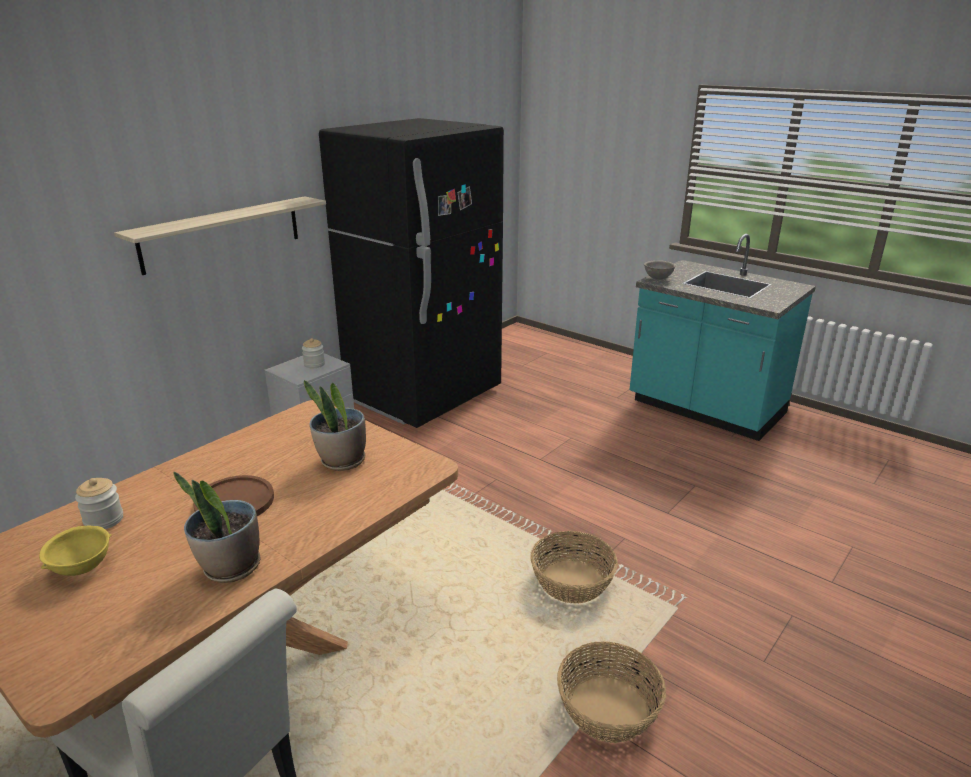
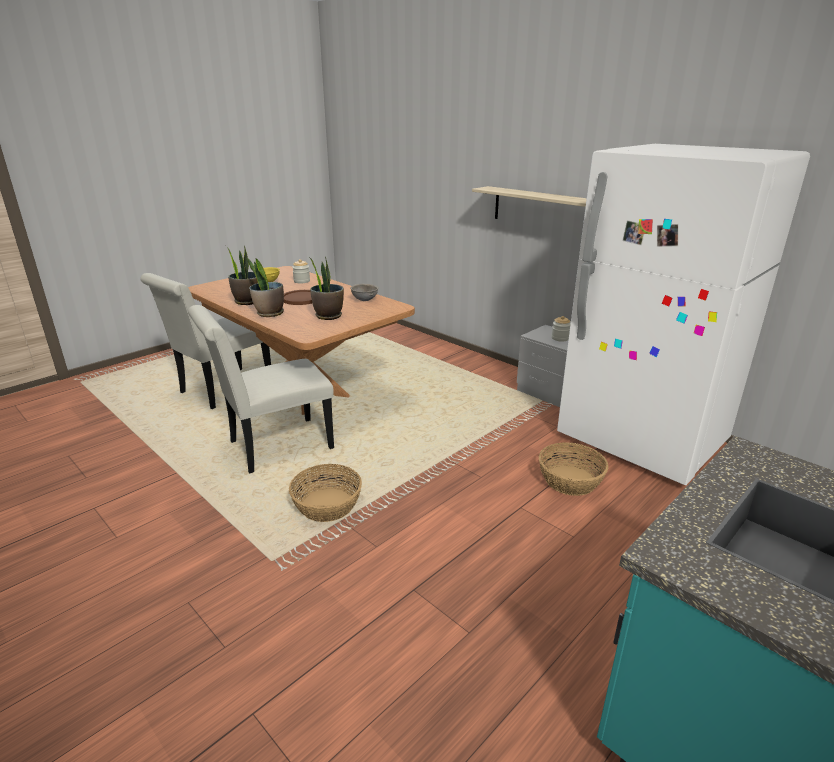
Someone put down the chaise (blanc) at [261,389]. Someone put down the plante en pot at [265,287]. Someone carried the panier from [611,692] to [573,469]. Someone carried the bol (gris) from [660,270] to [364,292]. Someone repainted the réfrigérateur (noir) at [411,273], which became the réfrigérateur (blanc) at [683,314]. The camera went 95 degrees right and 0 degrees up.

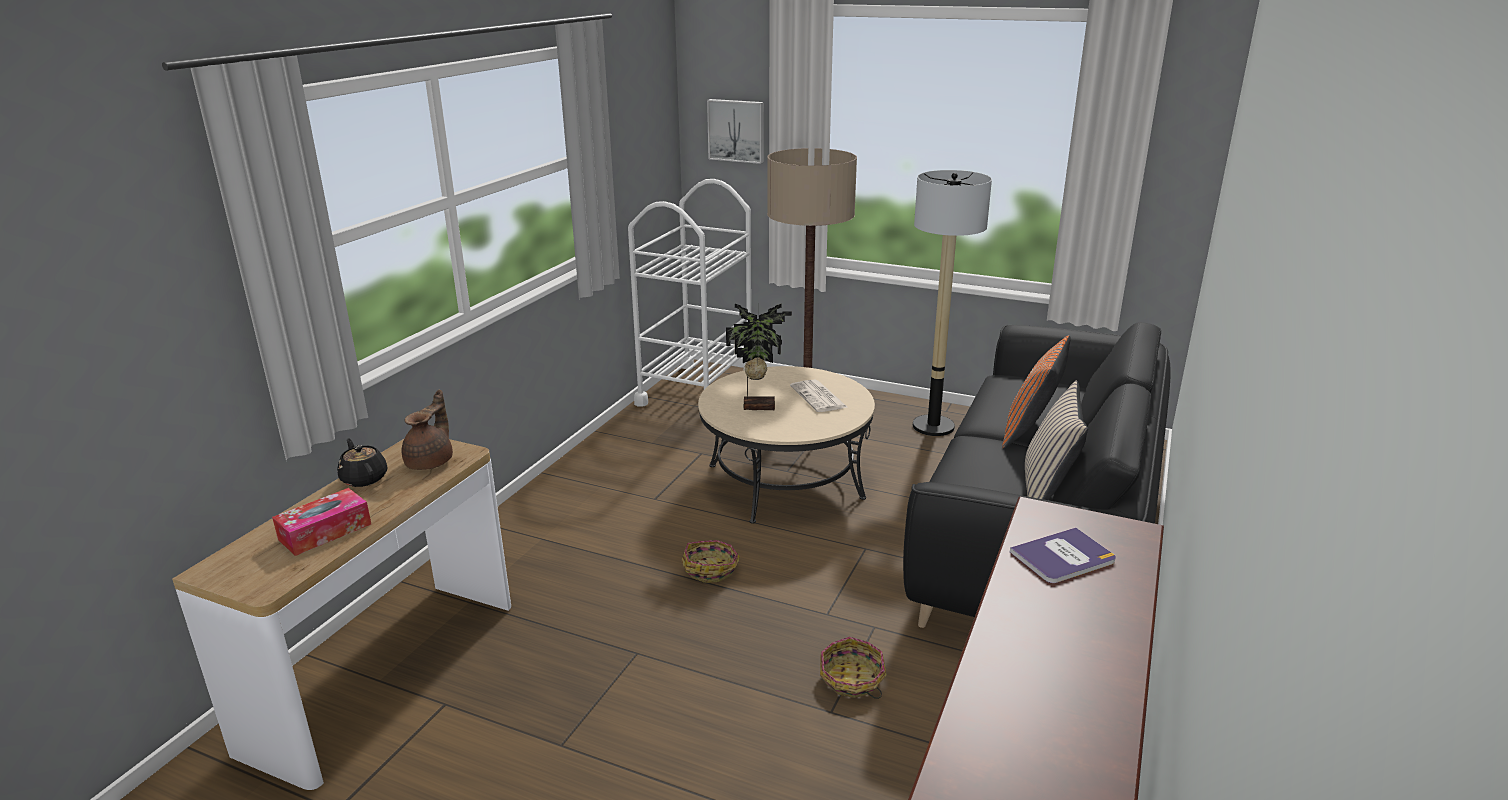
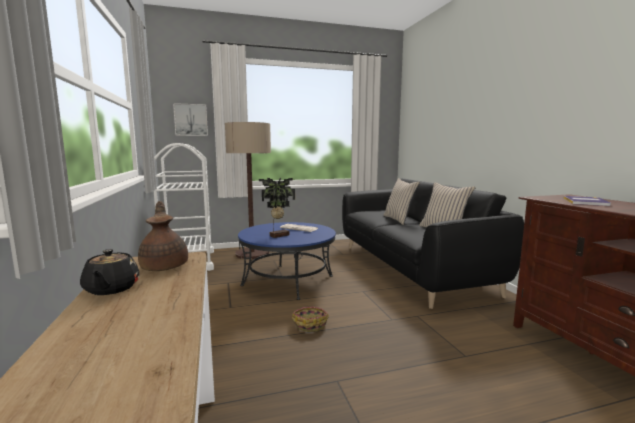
Someone took away the boîte à mouchoirs at [321,522]. Someone took away the panier at [853,668]. Someone took away the lampadaire at [952,303]. Someone repainted the table basse (beige) at [786,445], which became the table basse (bleu) at [287,261]. Someone repainted the coussin (orange) at [1036,392], which became the coussin (beige) at [402,201]. Someone rotated the théière (noir) at [362,463] by 120 degrees counterclockwise. The camera went 40 degrees left and 15 degrees down.

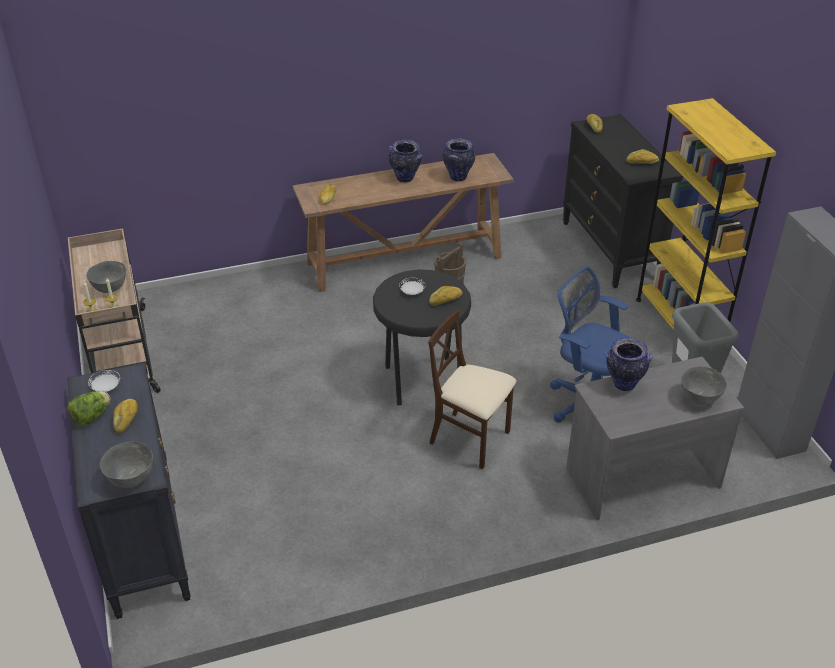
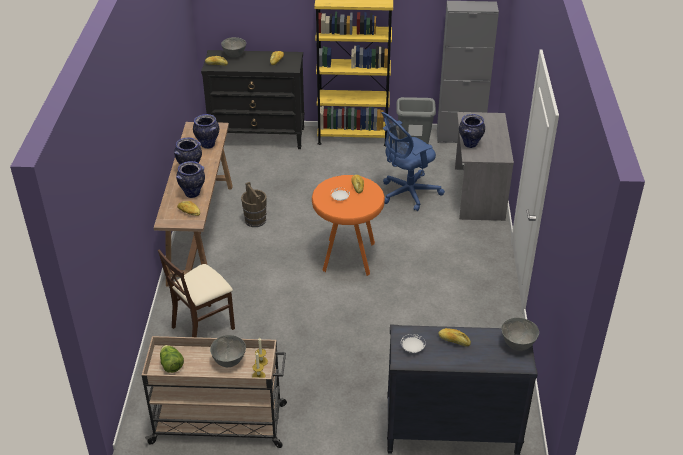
Someone put down the vase at [190,179]. Someone carried the laitue from [88,408] to [172,359]. Someone carried the chaise (beige) from [472,390] to [196,293]. Someone carried the bol (gris) from [704,386] to [233,47]. Someone repainted the tabouret (noir) at [422,337], which became the tabouret (orange) at [348,225]. The camera went 70 degrees left and 0 degrees up.

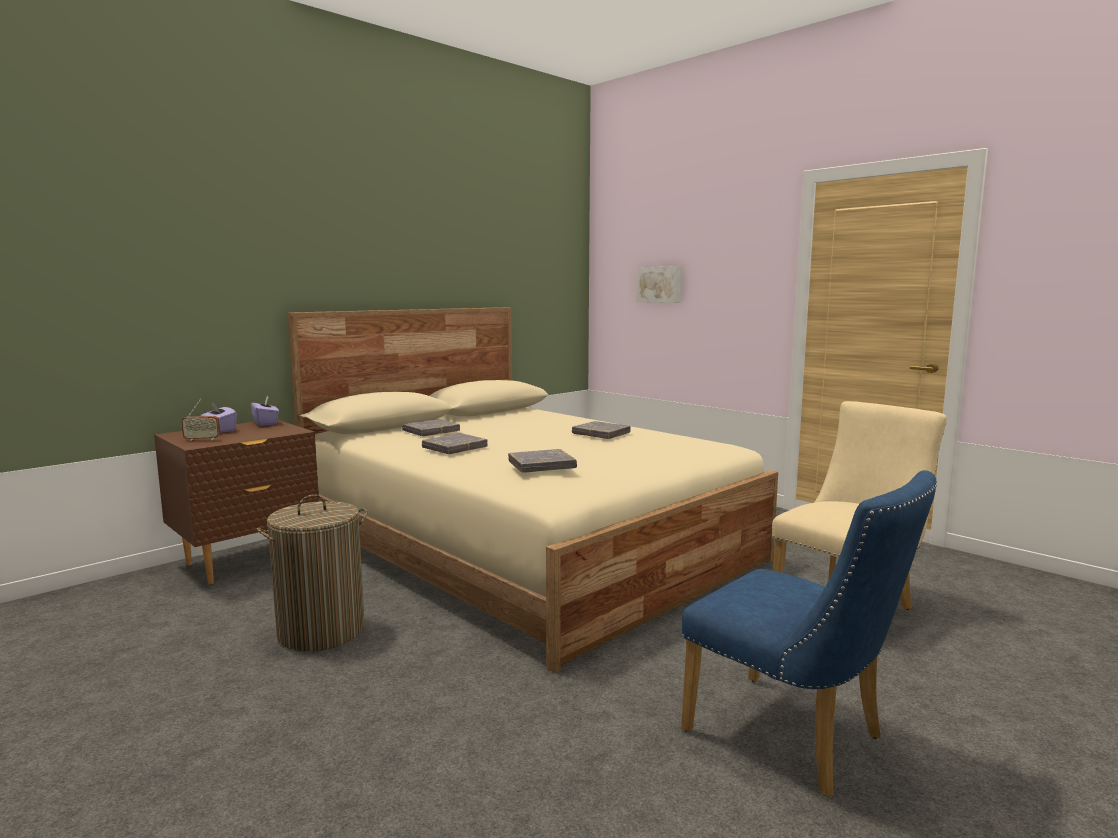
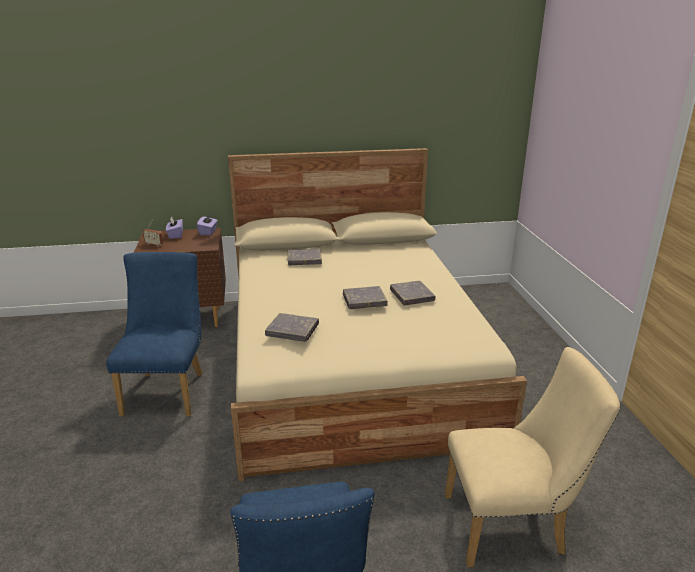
Someone took away the tableau at [659,284]. Someone carried the livre (gris) from [455,443] to [365,297]. Someone swapped the panier à linge at [312,572] for the chaise (bleu) at [154,334]. The camera went 35 degrees right and 15 degrees up.

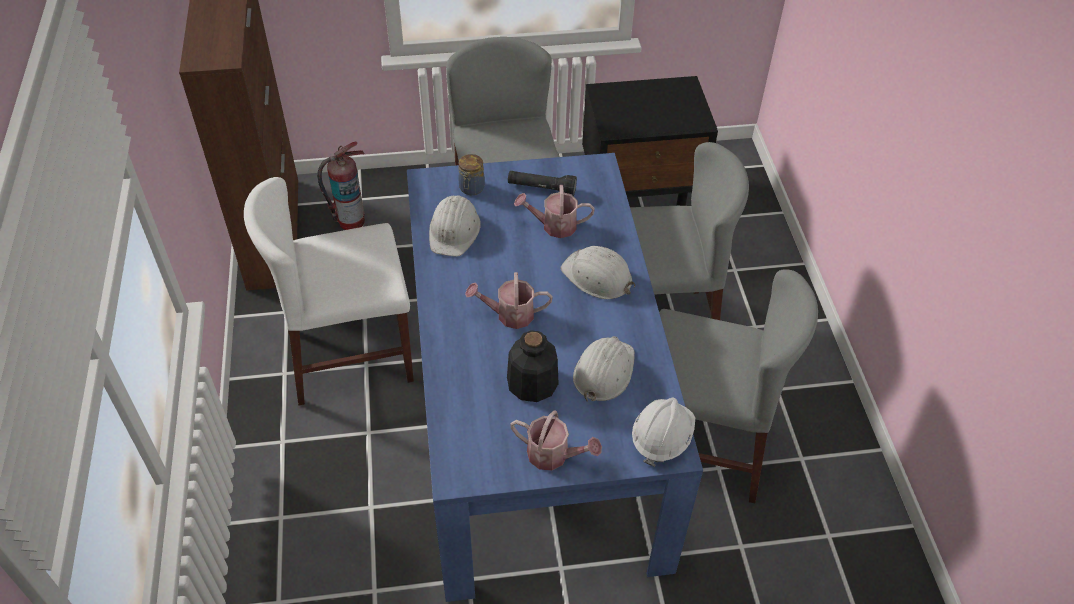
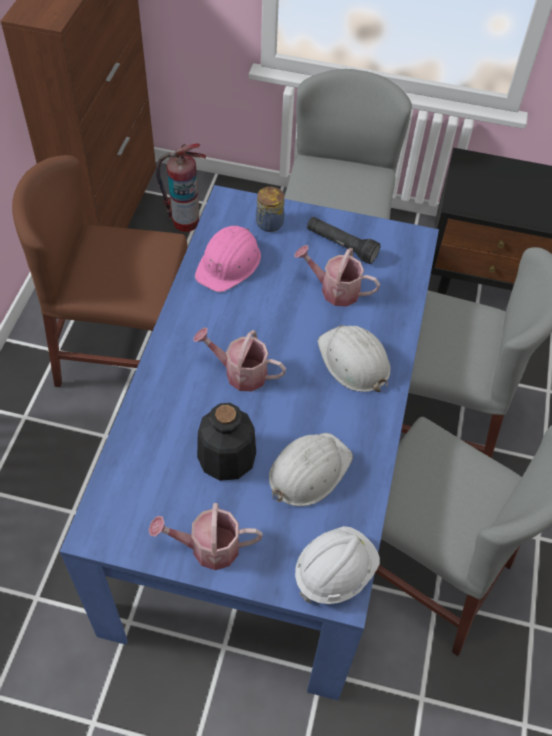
Someone repainted the chaise (blanc) at [329,291], which became the chaise (marron) at [100,271]. Someone repainted the casque de chantier (blanc) at [455,226], which became the casque de chantier (rose) at [228,259]. Someone rotated the arrosoir at [556,440] by 135 degrees clockwise. The camera went 20 degrees right and 5 degrees up.

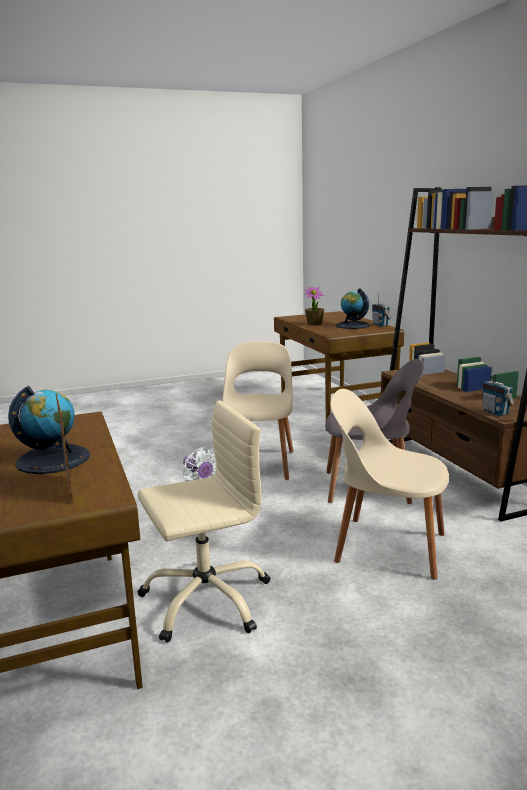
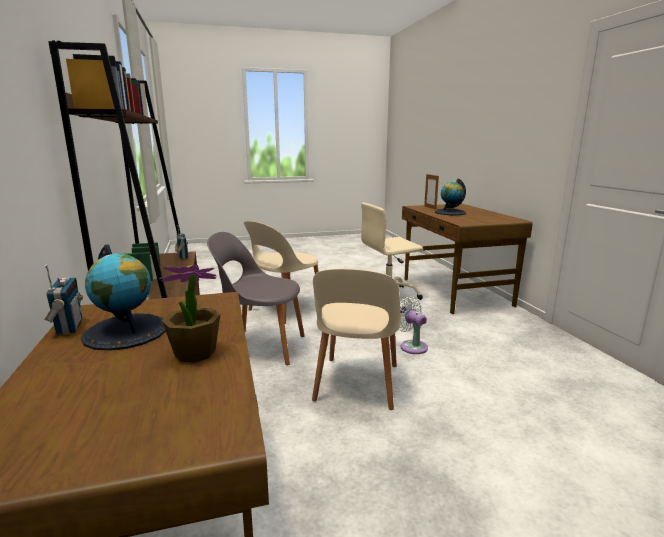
Someone rotated the chaise (beige) at [389,484] by 105 degrees clockwise. The camera went 175 degrees left and 0 degrees up.

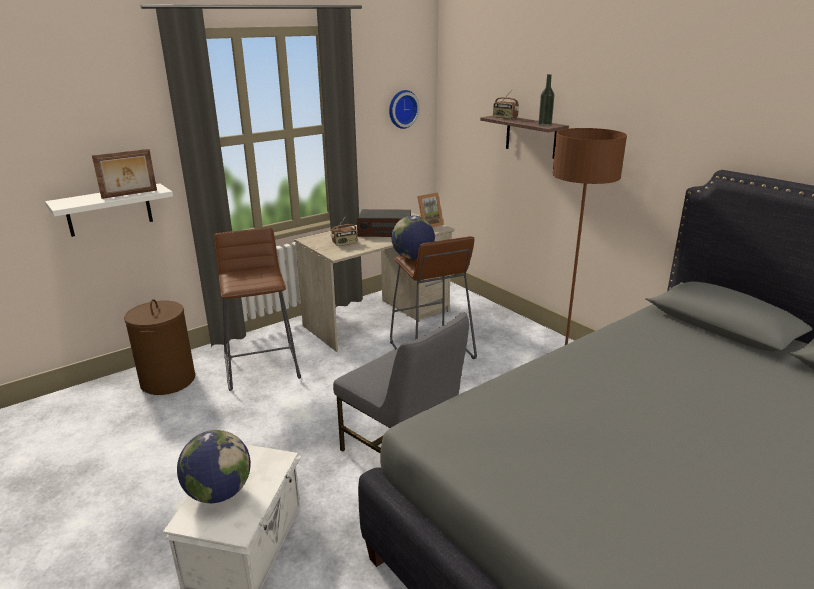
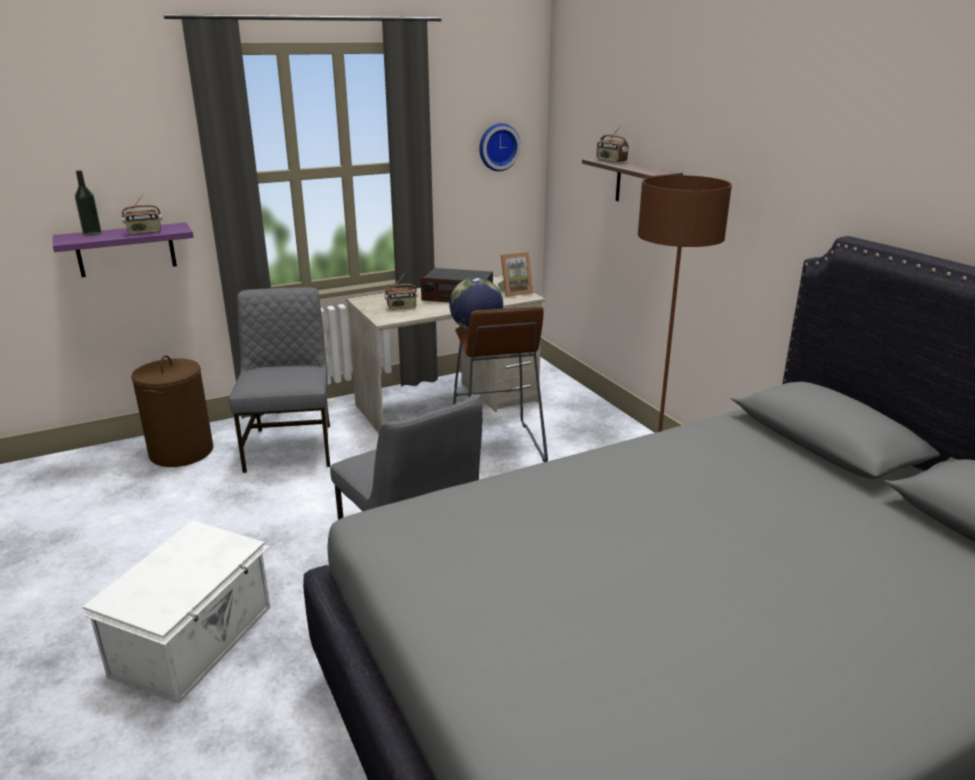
Someone took away the globe at [214,466]. Someone carried the bouteille from [546,100] to [88,203]. Someone swapped the cadre photo at [124,174] for the radio at [142,214]. Someone swapped the tabouret (marron) at [257,309] for the chaise (gris) at [279,380]. Someone repainted the étagère (blanc) at [109,210], which became the étagère (violet) at [123,249]. The camera went 10 degrees right and 0 degrees up.

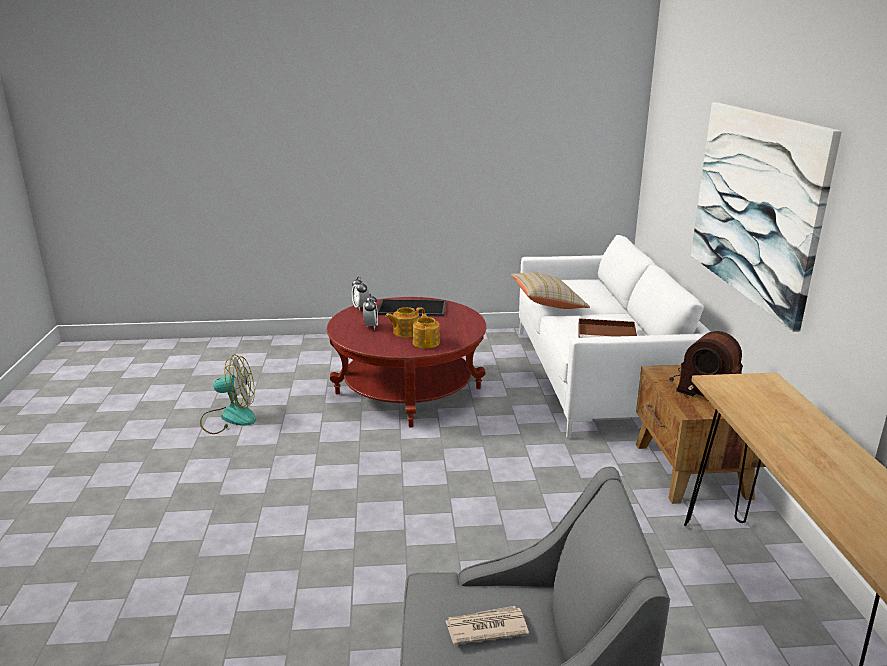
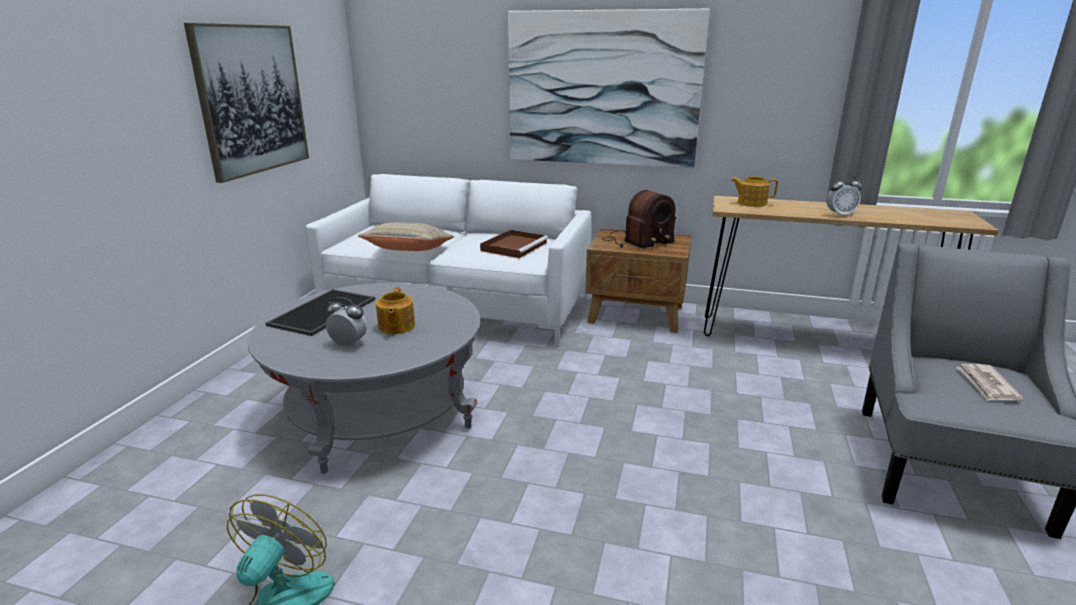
Someone put up the tableau at [246,103]. Someone carried the réveil from [360,294] to [844,195]. Someone carried the théière from [426,331] to [754,191]. Someone repainted the table basse (rouge) at [406,362], which became the table basse (gris) at [364,378]. The camera went 70 degrees left and 0 degrees up.

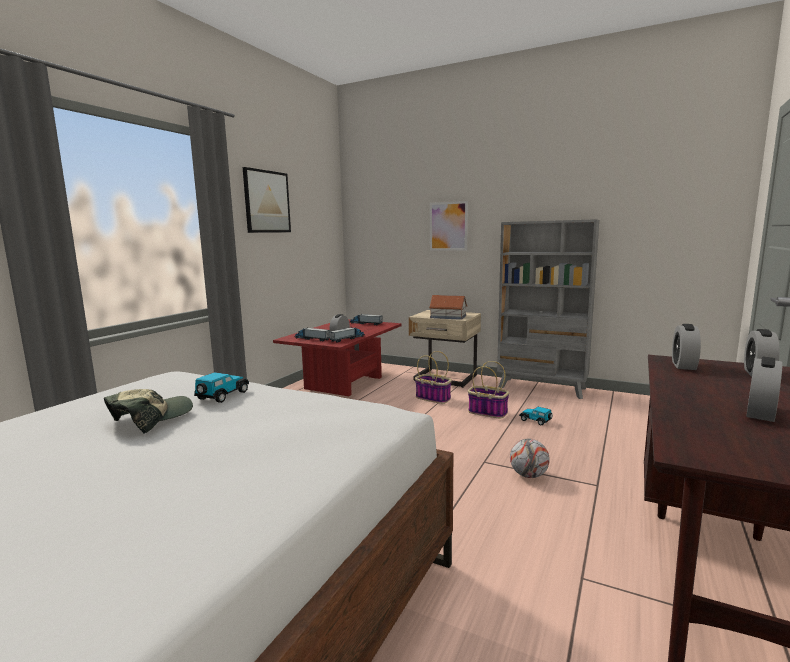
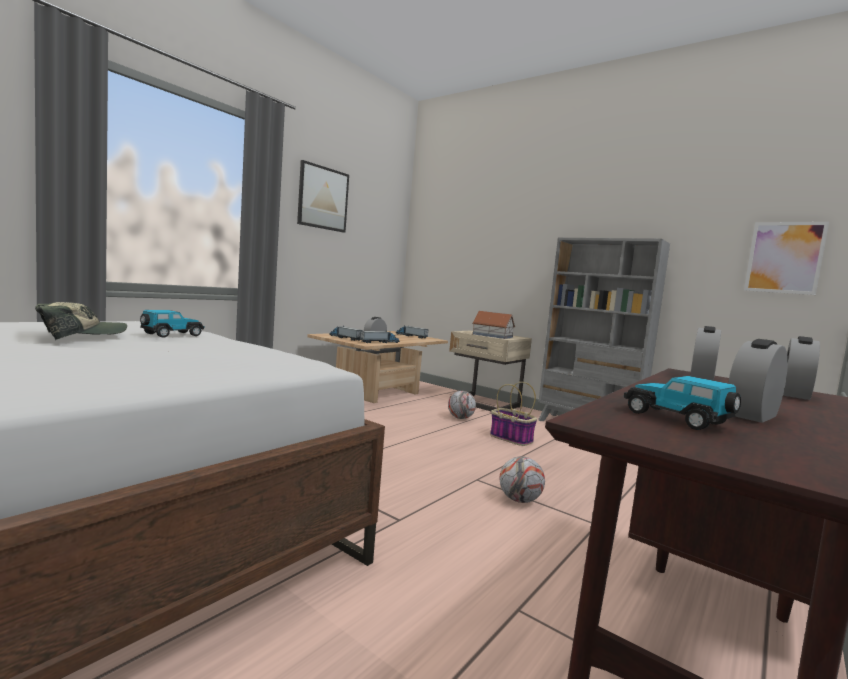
Someone carried the tableau from [449,226] to [786,258]. Someone carried the petite voiture from [536,416] to [682,403]. Someone swapped the panier at [433,377] for the ballon de foot at [462,405]. Someone repainted the table basse (rouge) at [337,357], which became the table basse (beige) at [377,367]. The camera went 10 degrees right and 5 degrees down.

